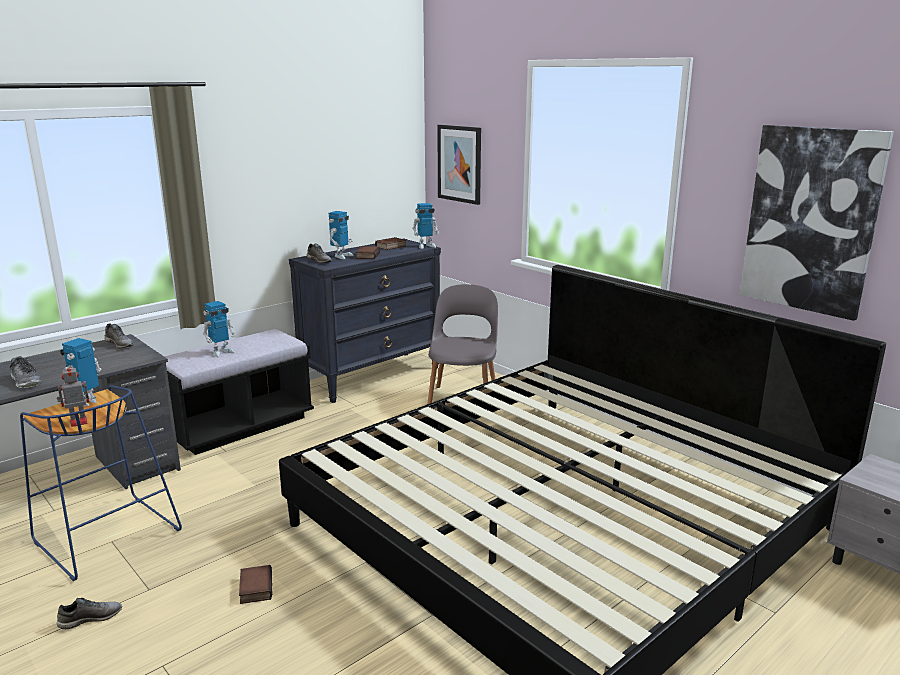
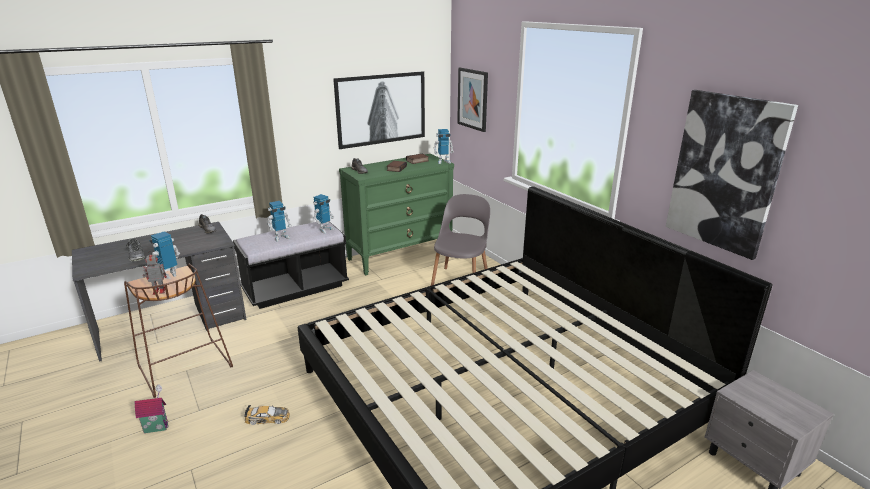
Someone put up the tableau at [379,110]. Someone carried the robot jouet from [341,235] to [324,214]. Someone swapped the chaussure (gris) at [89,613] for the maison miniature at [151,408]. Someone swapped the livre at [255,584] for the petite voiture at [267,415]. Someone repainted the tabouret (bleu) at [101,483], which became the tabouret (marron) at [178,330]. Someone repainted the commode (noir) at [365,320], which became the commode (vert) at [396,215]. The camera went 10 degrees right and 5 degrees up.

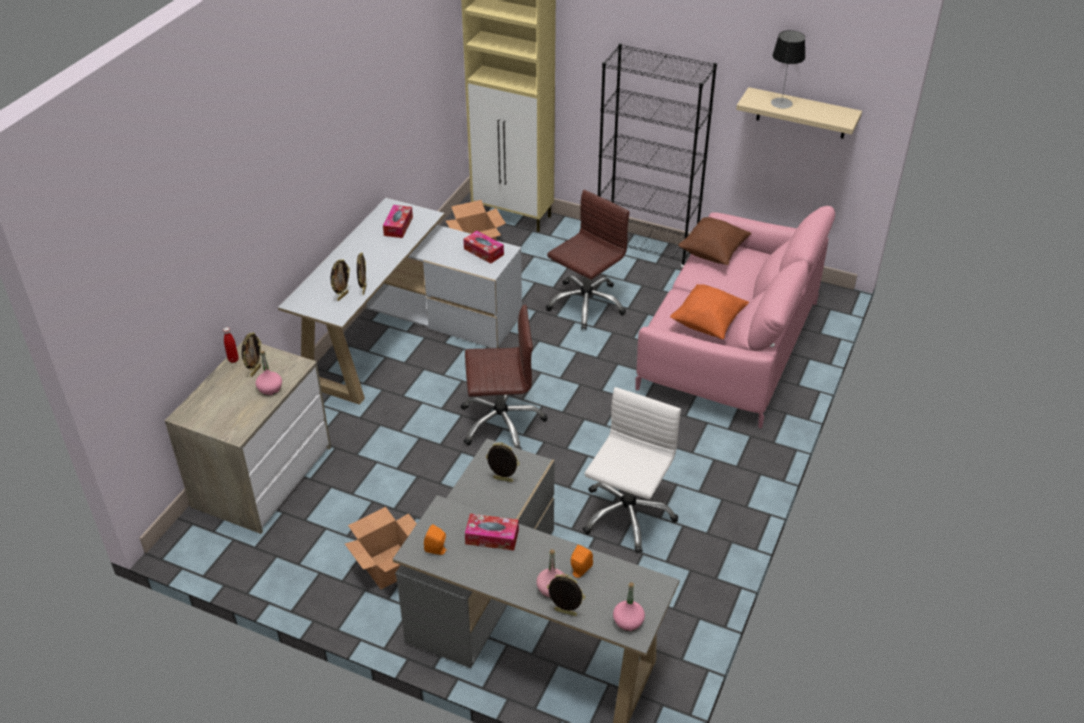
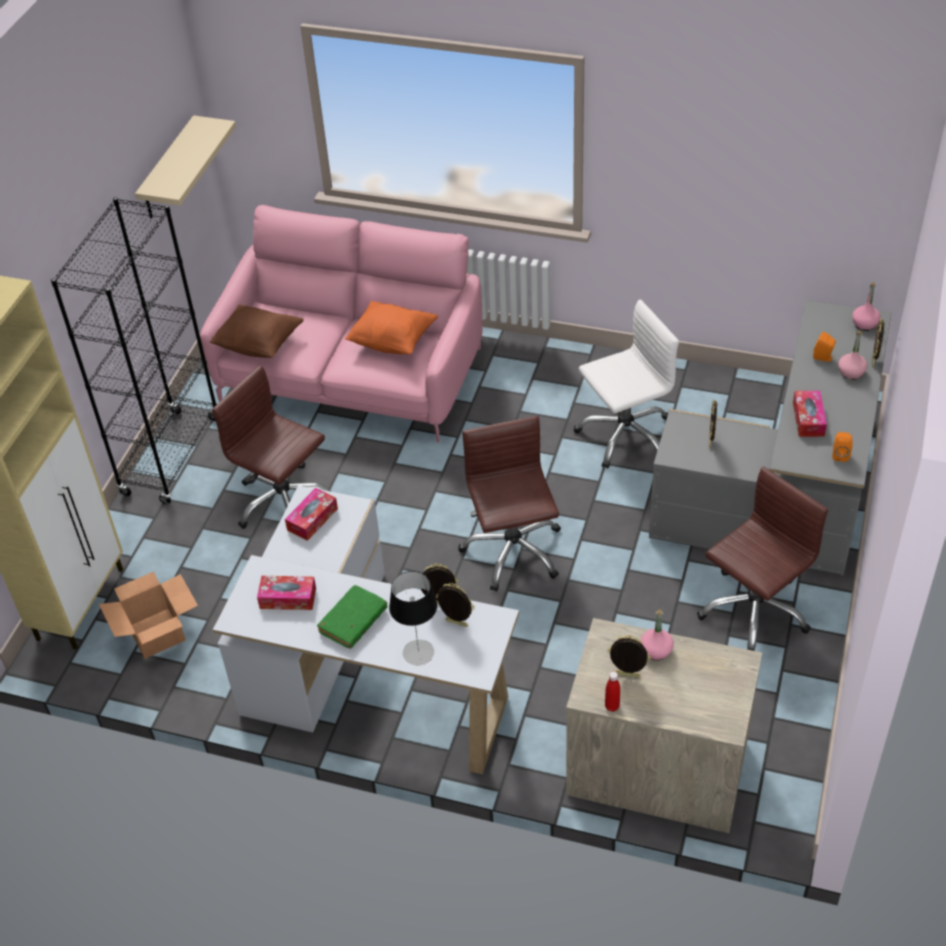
Someone put down the livre (vert) at [352,617]. Someone carried the lampe de table from [788,69] to [413,618]. Someone swapped the carton at [381,548] for the chaise de bureau (marron) at [762,558]. Someone rotated the chaise de bureau (blanc) at [631,470] by 135 degrees clockwise. The camera went 95 degrees left and 5 degrees up.

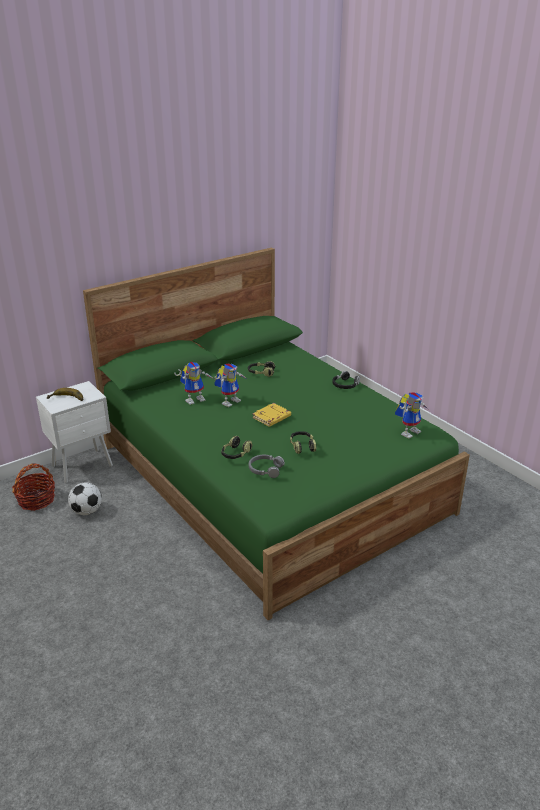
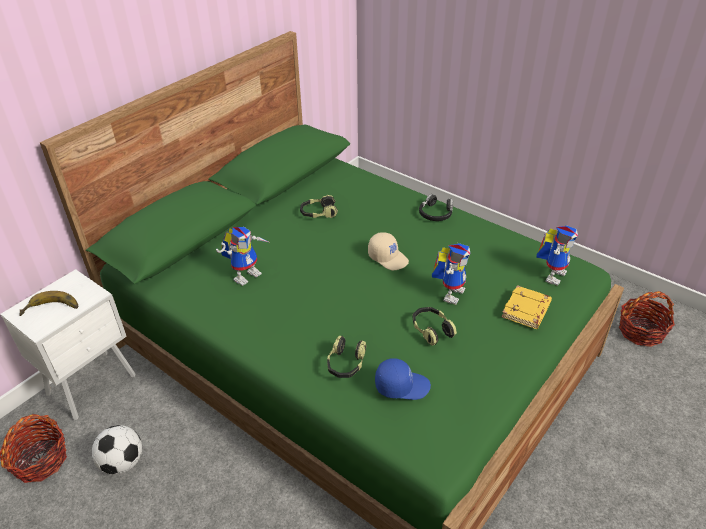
Someone put down the casquette (beige) at [388,251]. Someone put down the panier at [647,319]. Someone carried the robot jouet from [229,385] to [451,274]. Someone carried the livre (jaune) from [271,415] to [527,307]. Someone swapped the casque audio (gris) at [267,466] for the casquette (bleu) at [403,379]. The camera went 15 degrees left and 10 degrees up.

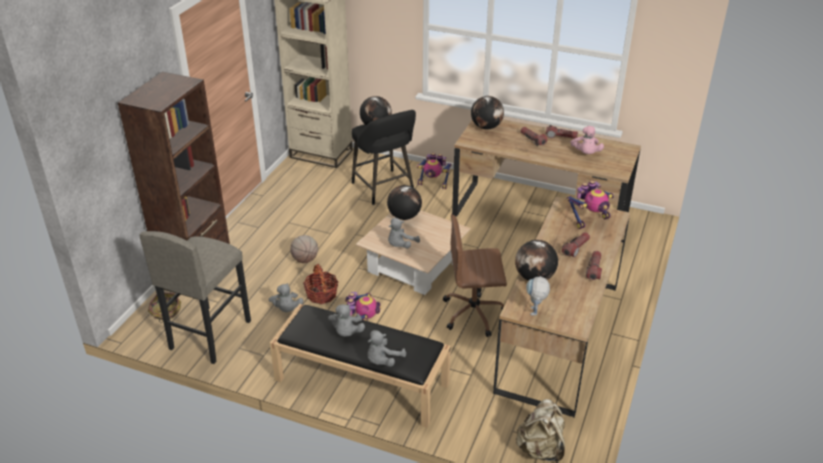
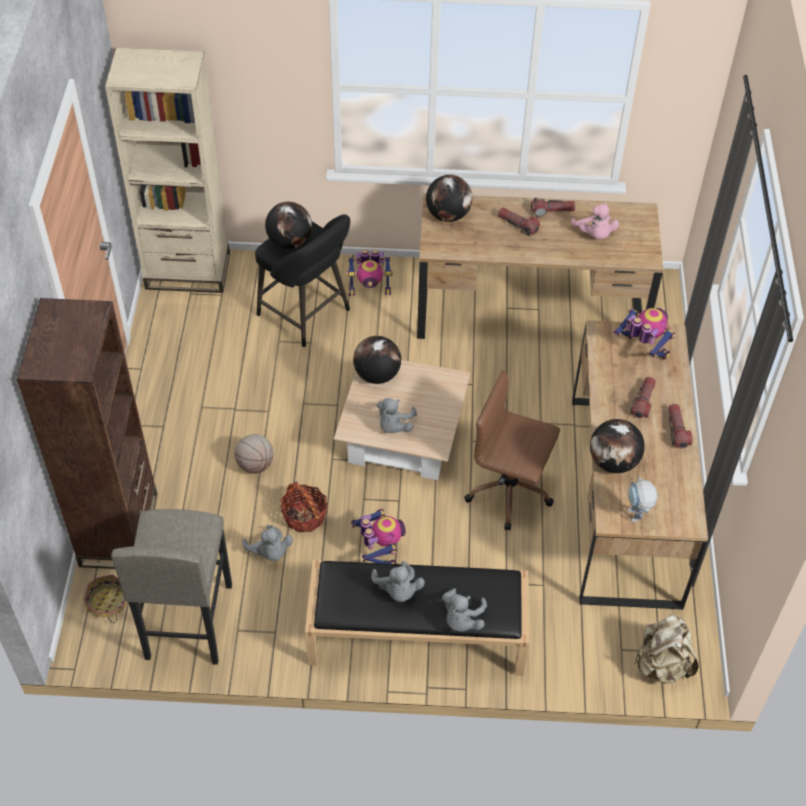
Someone rotated the chaise de bureau (marron) at [475,275] by 45 degrees clockwise. Someone rotated the robot jouet at [590,204] by 90 degrees counterclockwise. The camera went 20 degrees left and 15 degrees up.

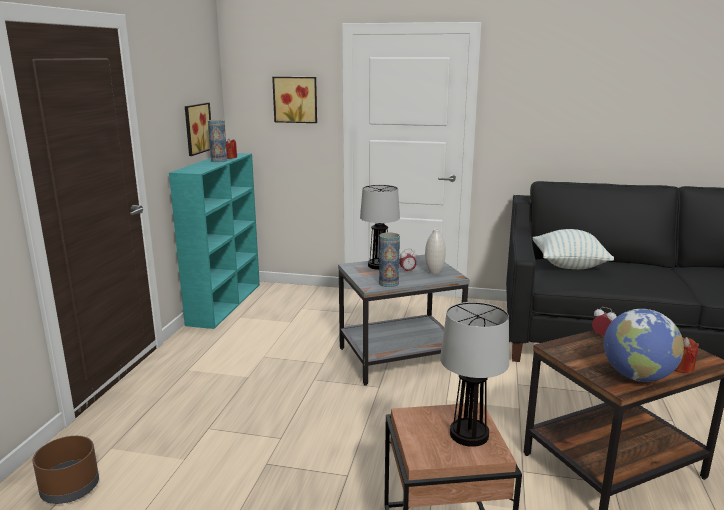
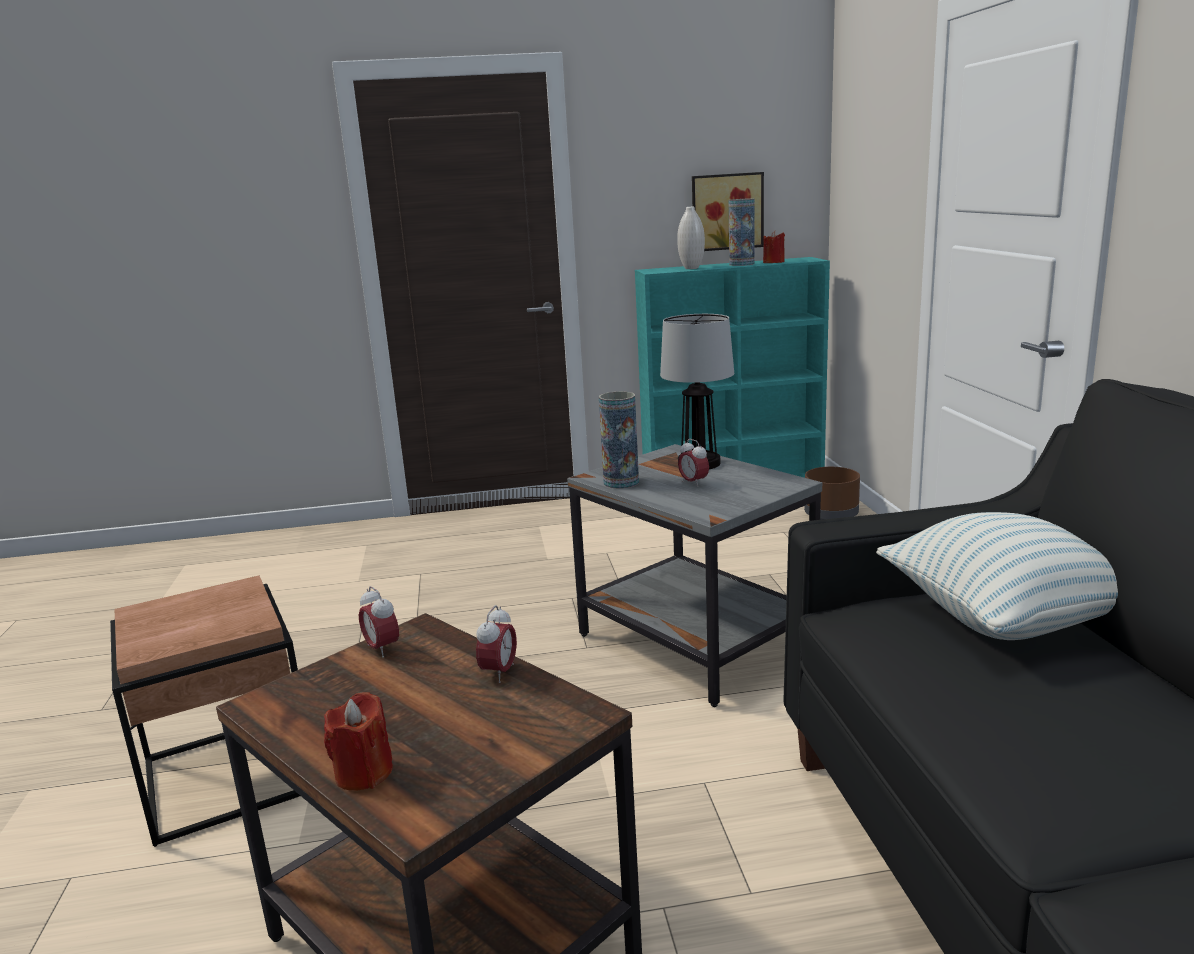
Someone took away the tableau at [294,100]. Someone took away the lampe de table at [474,374]. Someone took away the globe at [644,345]. Someone put down the réveil at [379,622]. Someone carried the cache-pot (marron) from [65,470] to [832,493]. Someone carried the vase (blanc) from [435,251] to [691,238]. The camera went 70 degrees right and 0 degrees up.

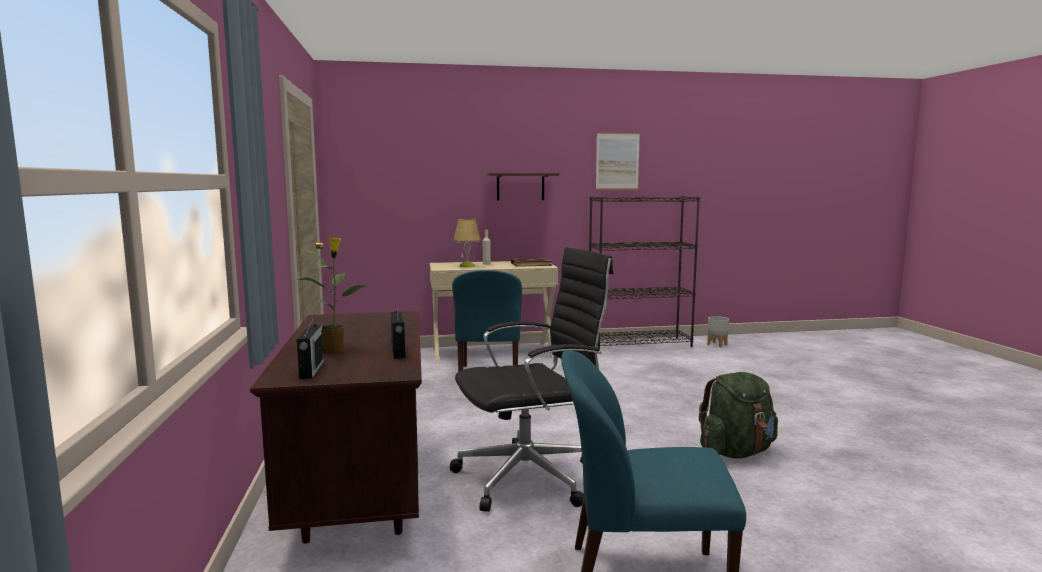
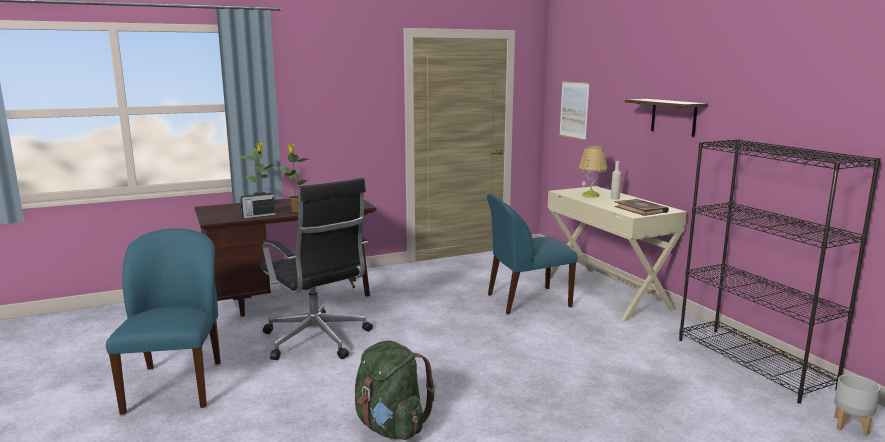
Someone took away the radio at [310,348]. Someone put down the plante en pot at [293,178]. Someone carried the tableau from [618,161] to [574,110]. The camera went 75 degrees right and 5 degrees up.

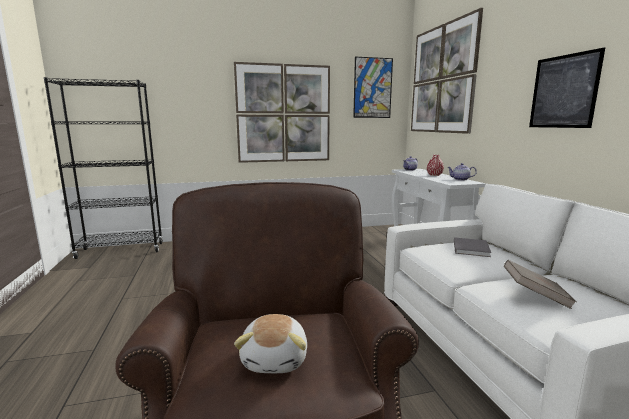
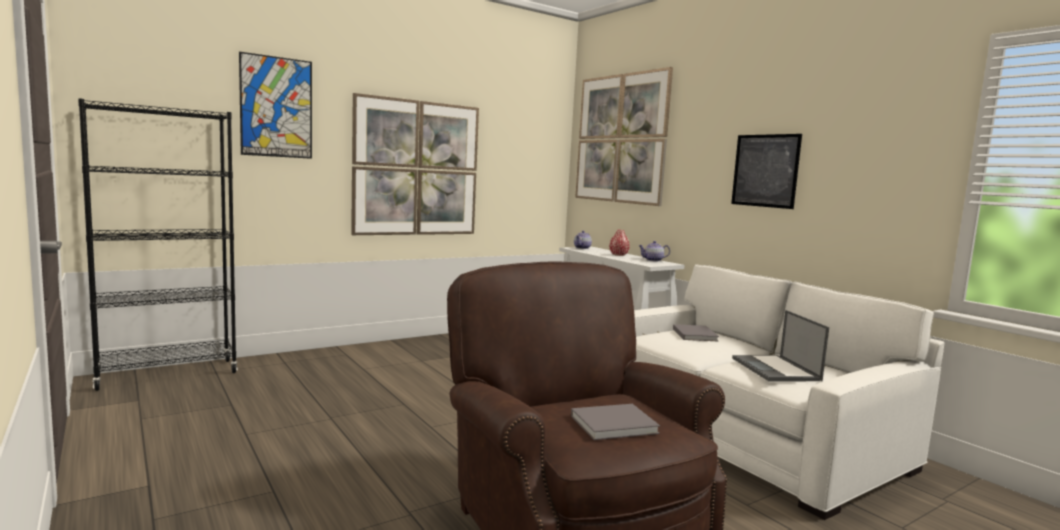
Someone carried the tableau from [373,87] to [275,105]. Someone swapped the peluche at [270,343] for the livre (gris) at [615,422]. Someone swapped the livre (marron) at [540,284] for the ordinateur portable at [780,346]. The camera went 20 degrees left and 5 degrees down.

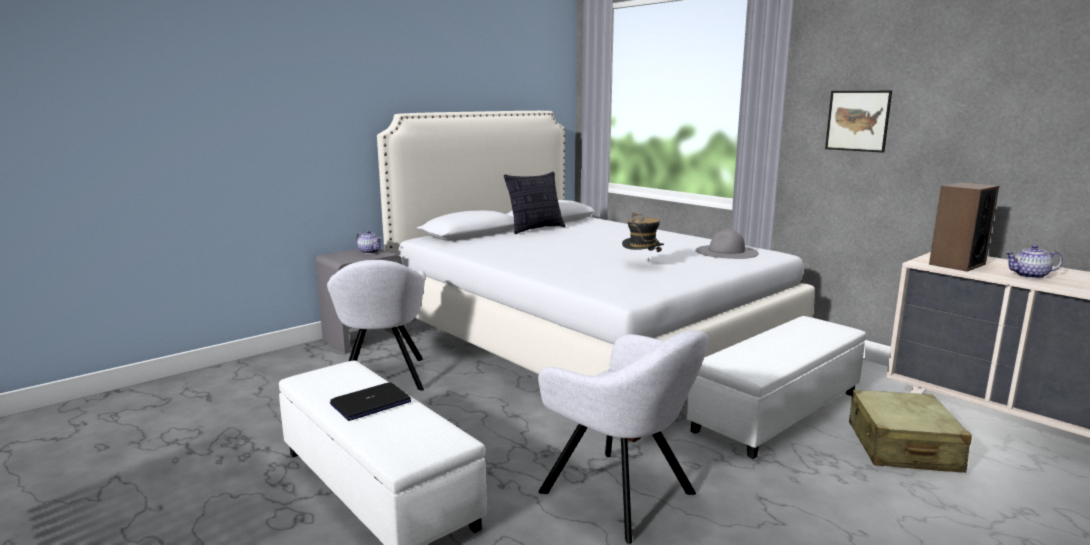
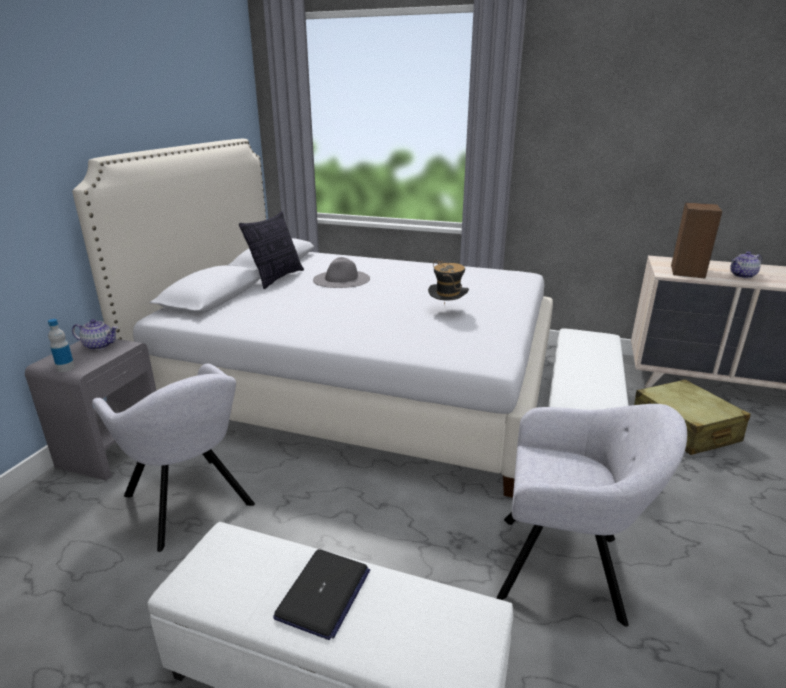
Someone took away the tableau at [858,122]. Someone put down the bouteille at [61,345]. Someone carried the chapeau (gris) from [727,244] to [341,272]. The camera went 30 degrees left and 10 degrees up.

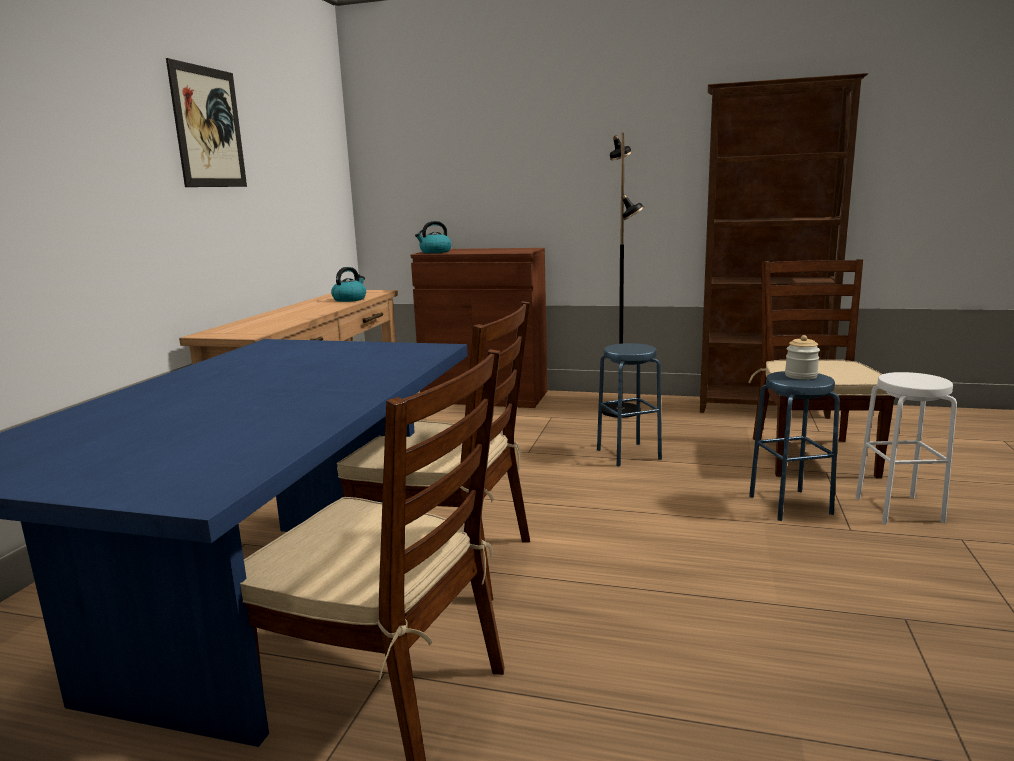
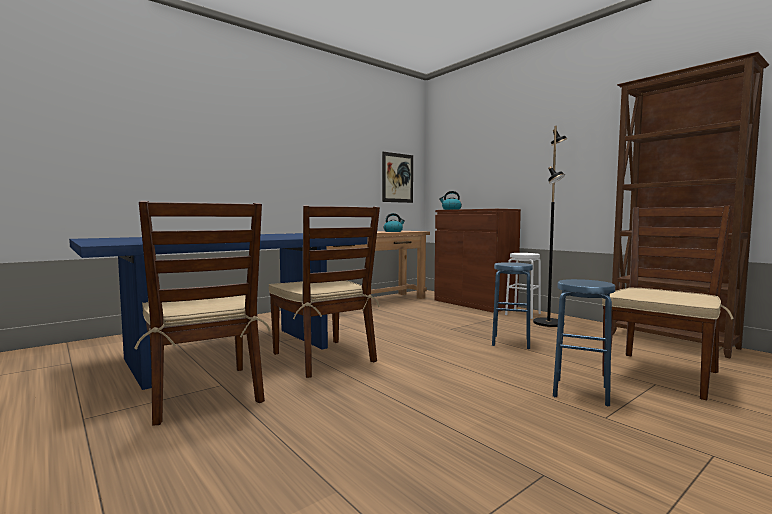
Someone took away the bocal at [802,357]. Someone carried the tableau from [206,122] to [397,177]. Someone carried the tabouret (blanc) from [906,448] to [523,286]. The camera went 35 degrees right and 10 degrees down.

